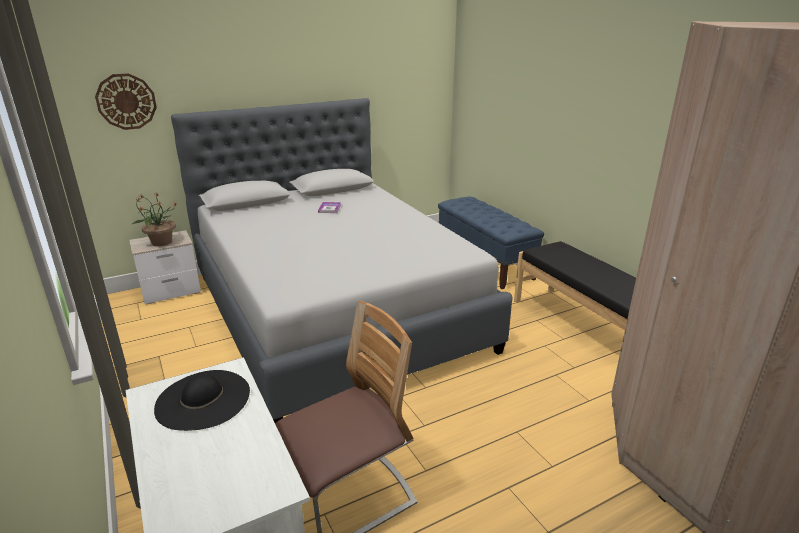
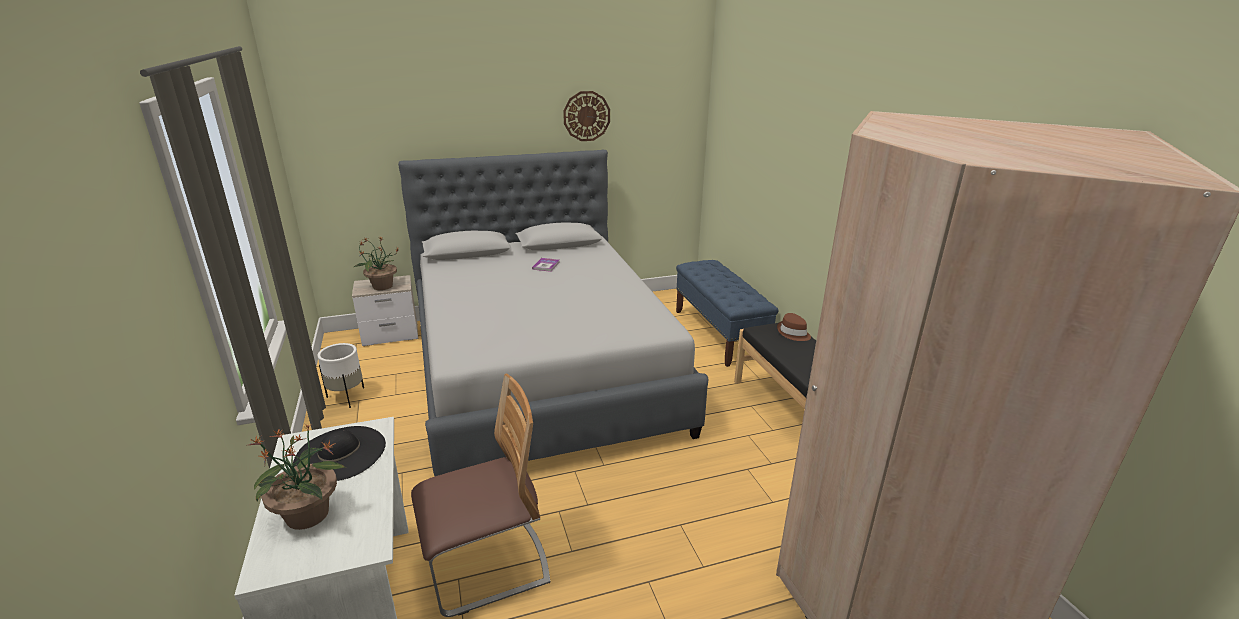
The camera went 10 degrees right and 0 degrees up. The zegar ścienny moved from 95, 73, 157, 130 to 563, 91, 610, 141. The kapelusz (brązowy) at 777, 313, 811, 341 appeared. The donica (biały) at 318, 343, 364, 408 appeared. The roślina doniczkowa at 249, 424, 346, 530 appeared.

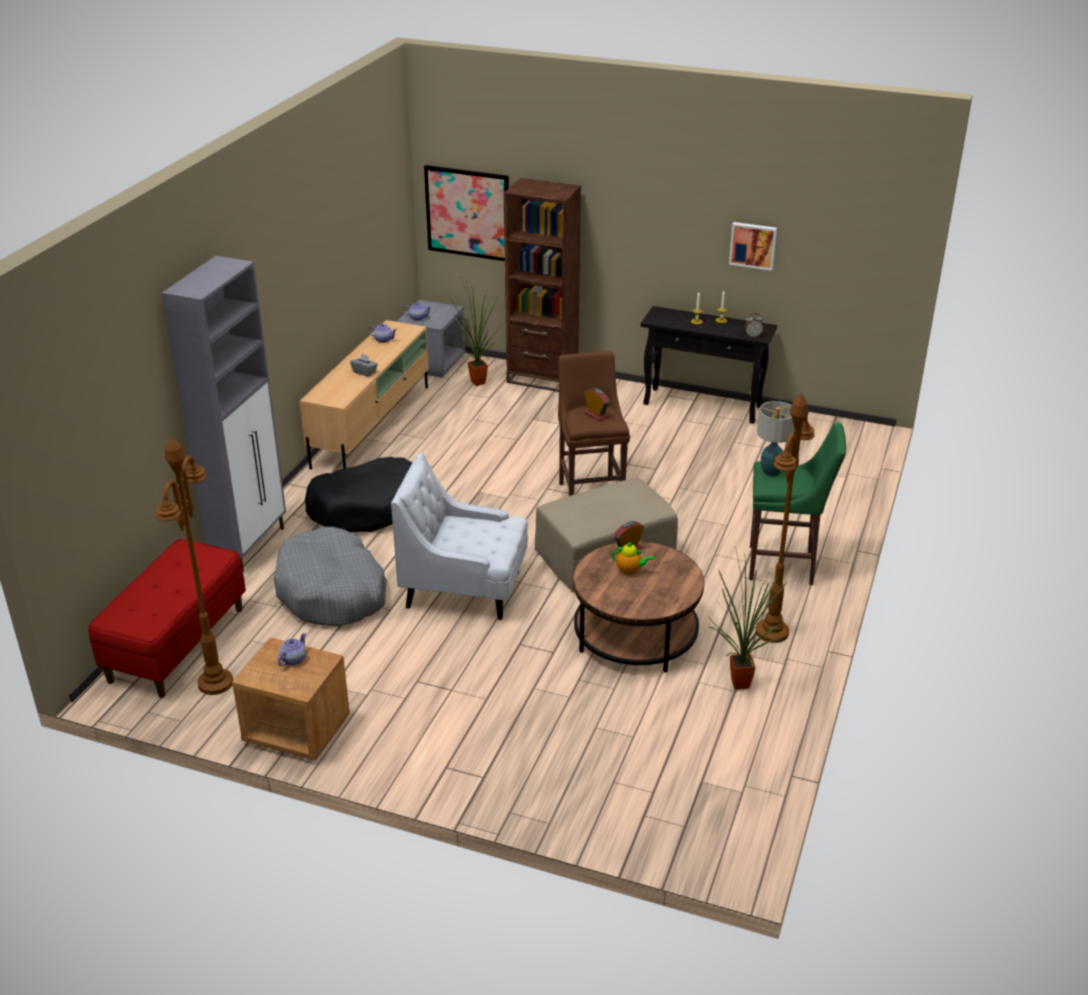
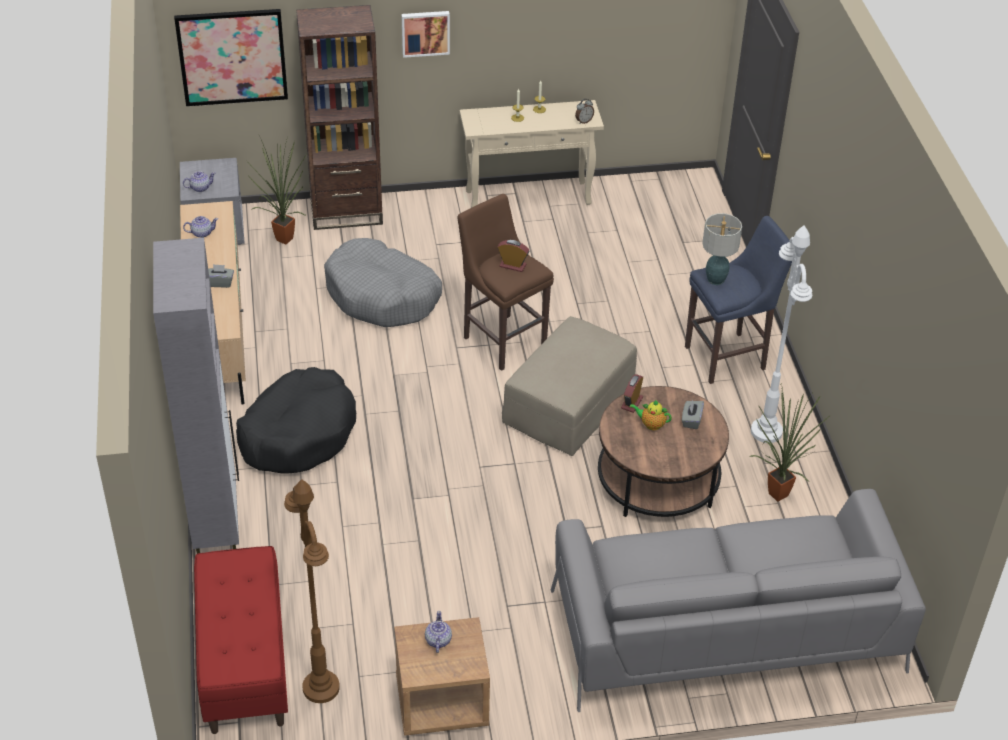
The camera went 30 degrees left and 10 degrees up. The obraz moved from 729, 222, 777, 271 to 401, 11, 450, 58. The stolik konsolowy (czarny) at 640, 306, 777, 424 became the stolik konsolowy (beżowy) at 460, 100, 604, 208. The lampa stojąca (brązowy) at 756, 393, 815, 643 became the lampa stojąca (biały) at 751, 225, 812, 443. The stołek (zielony) at 749, 423, 846, 585 became the stołek (niebieski) at 685, 216, 792, 384. The fotel (biały) at 391, 453, 528, 620 disappeared. The legowisko (szary) moved from 274, 527, 387, 626 to 324, 238, 442, 327. The imbryk at 612, 542, 655, 575 turned 150 degrees counterclockwise. The pudełko chusteczek (szary) at 682, 400, 704, 429 appeared. The kanapa (szary) at 551, 489, 926, 712 appeared.

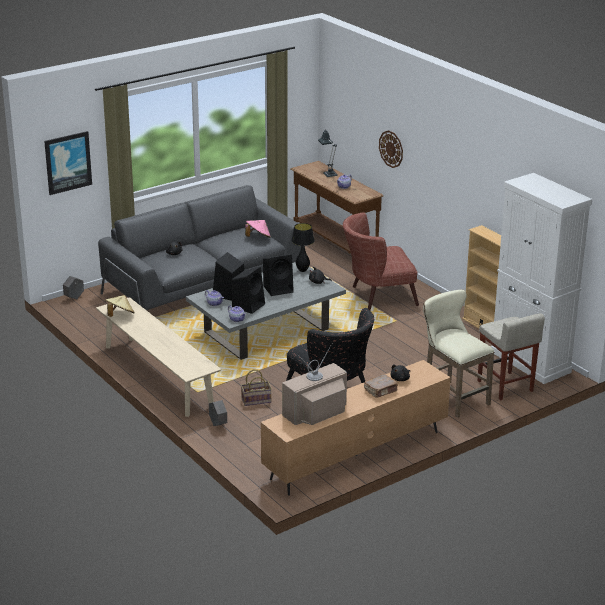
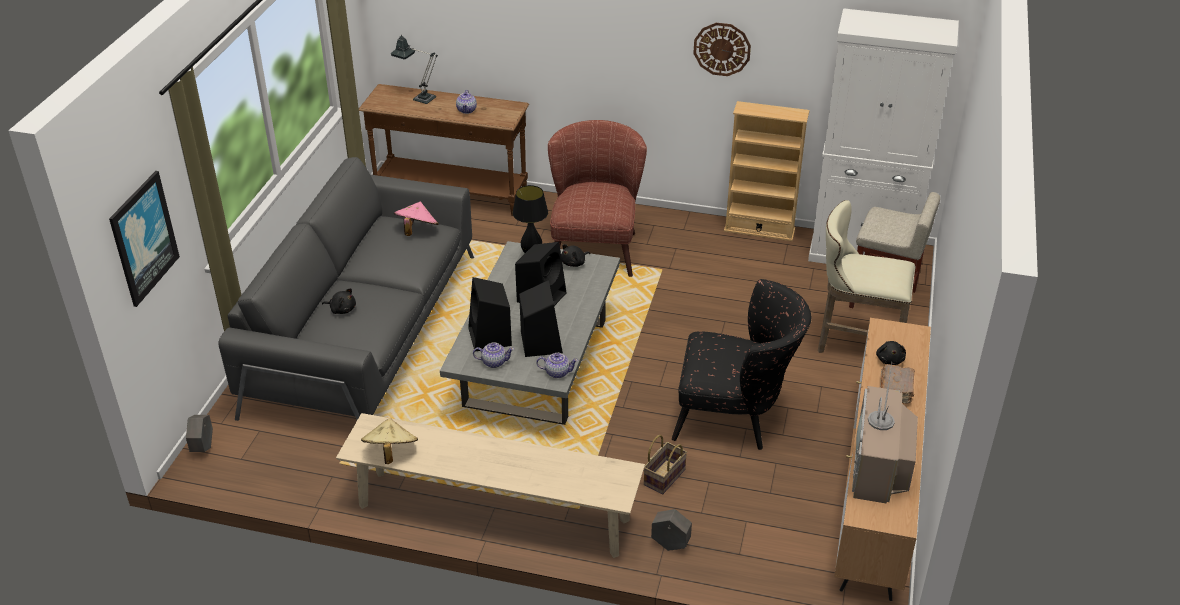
The camera went 40 degrees left and 10 degrees up. The zegar ścienny moved from 379, 130, 403, 168 to 693, 23, 751, 76. The fotel (brązowy) at 343, 212, 419, 310 turned 150 degrees clockwise.

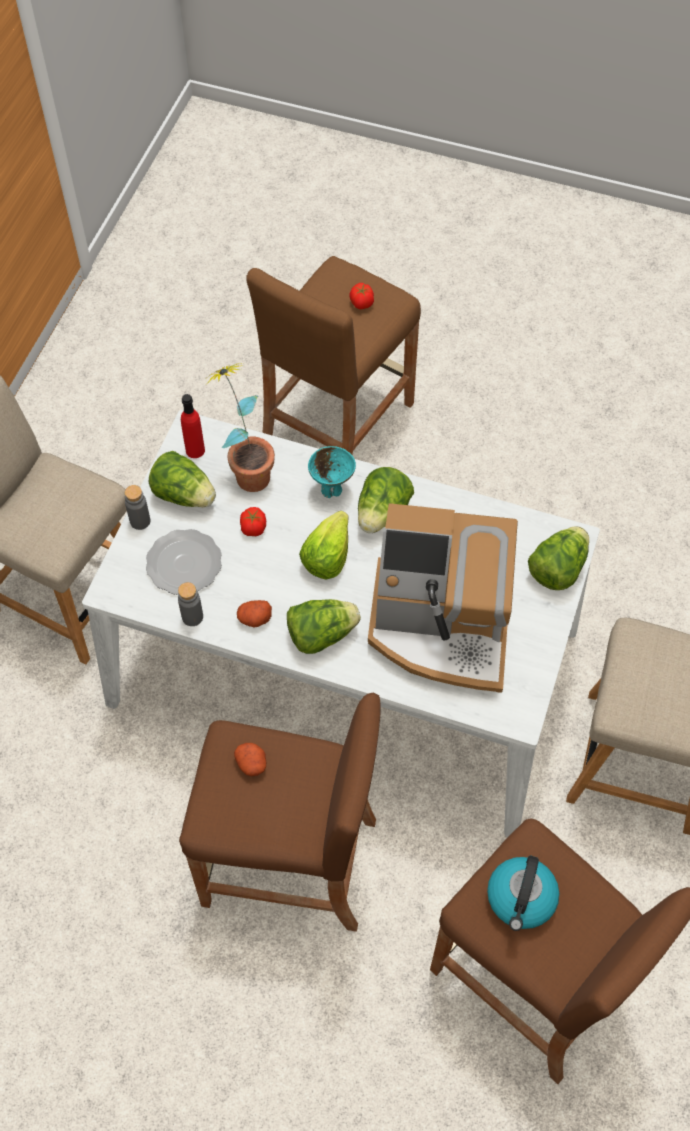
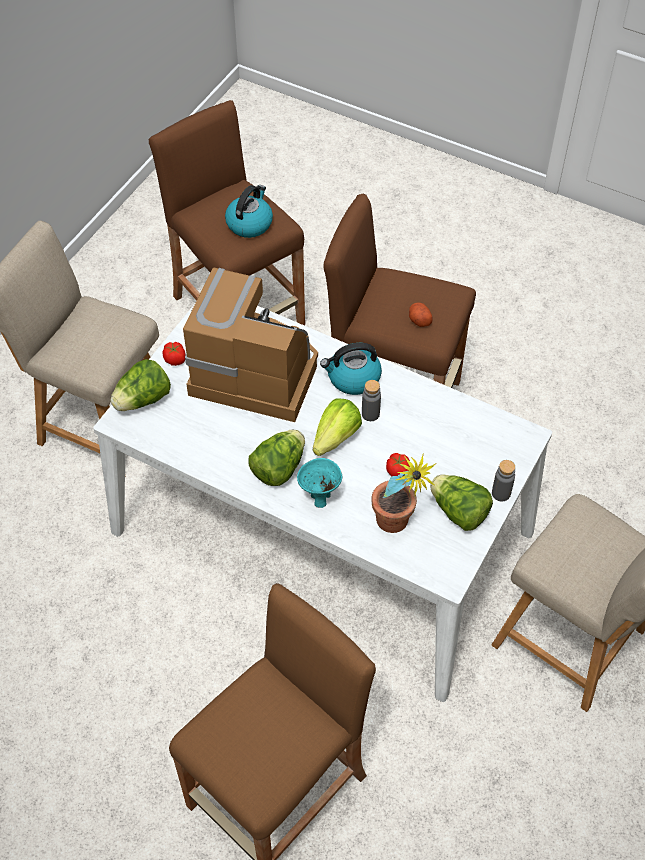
The camera went 170 degrees left and 5 degrees down. The pomidor moved from 349, 283, 374, 309 to 162, 342, 186, 366. The butelka (czerwony) at 181, 394, 205, 458 disappeared. The talerz at 146, 529, 222, 595 disappeared. The butelka (szary) moved from 178, 582, 203, 626 to 362, 380, 381, 421. The sałata at 287, 599, 361, 654 was replaced by the czajnik at 320, 343, 382, 395. The ziemniak at 237, 600, 272, 627 disappeared.

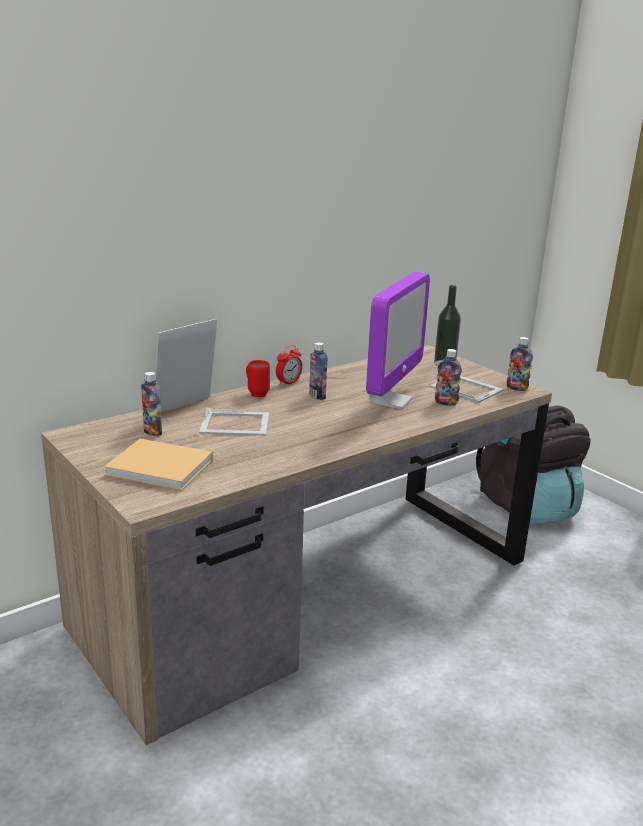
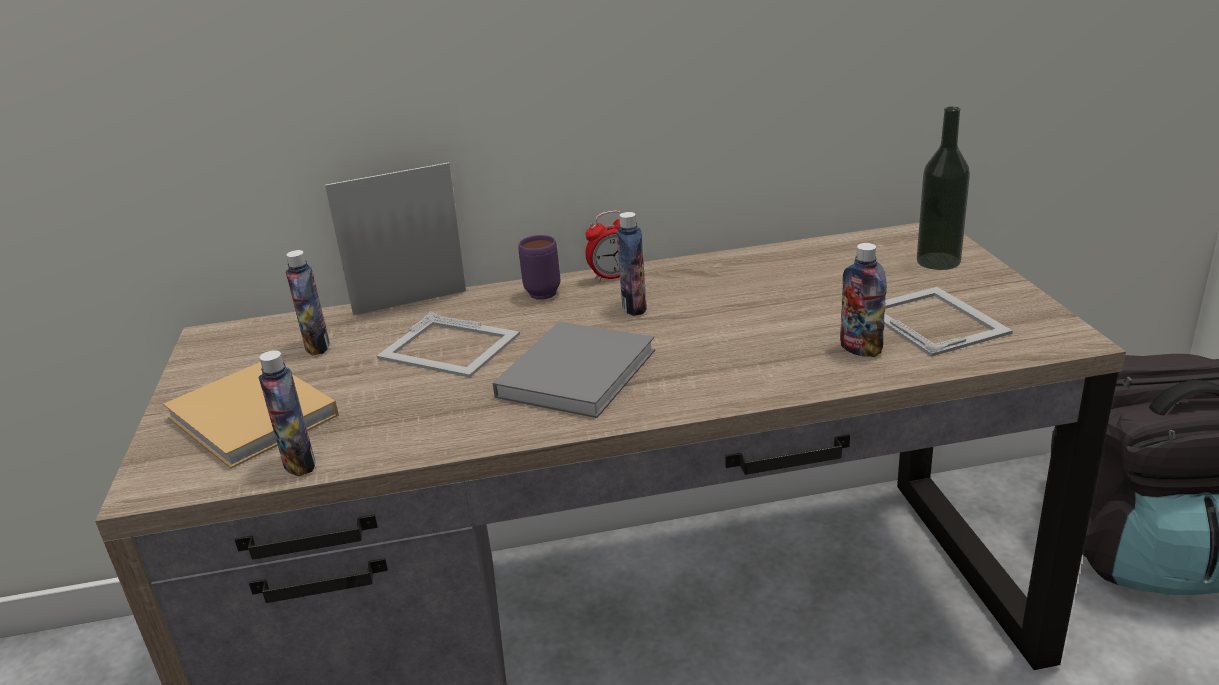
The camera went 30 degrees right and 5 degrees up. The monitor at 366, 272, 430, 409 disappeared. The butelka moved from 507, 337, 533, 391 to 259, 350, 315, 476. The kubek (czerwony) at 246, 360, 270, 397 became the kubek (fioletowy) at 518, 235, 560, 300. The książka (szary) at 492, 322, 655, 418 appeared.

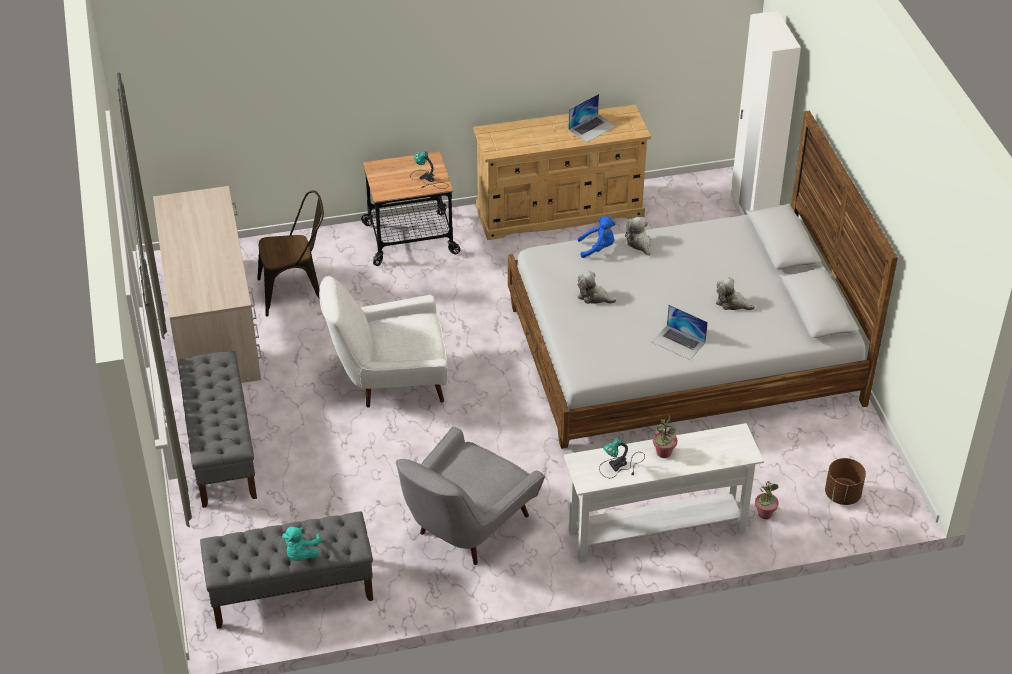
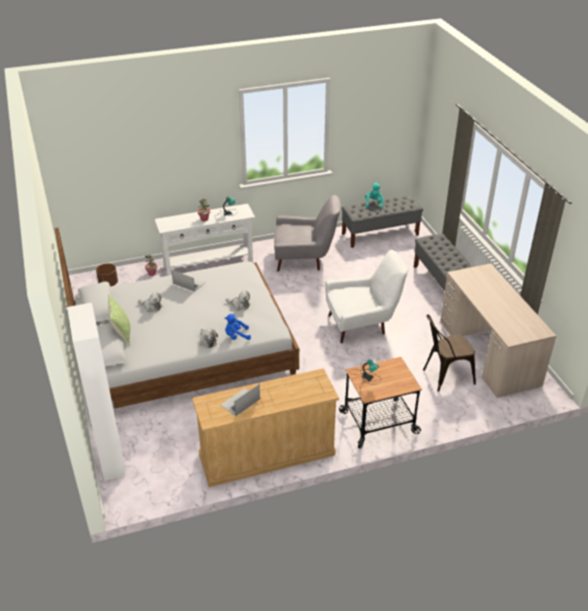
The camera went 175 degrees right and 5 degrees down. The fotel (szary) at 396, 427, 545, 565 turned 60 degrees clockwise. The poduszka at 108, 294, 130, 346 appeared.

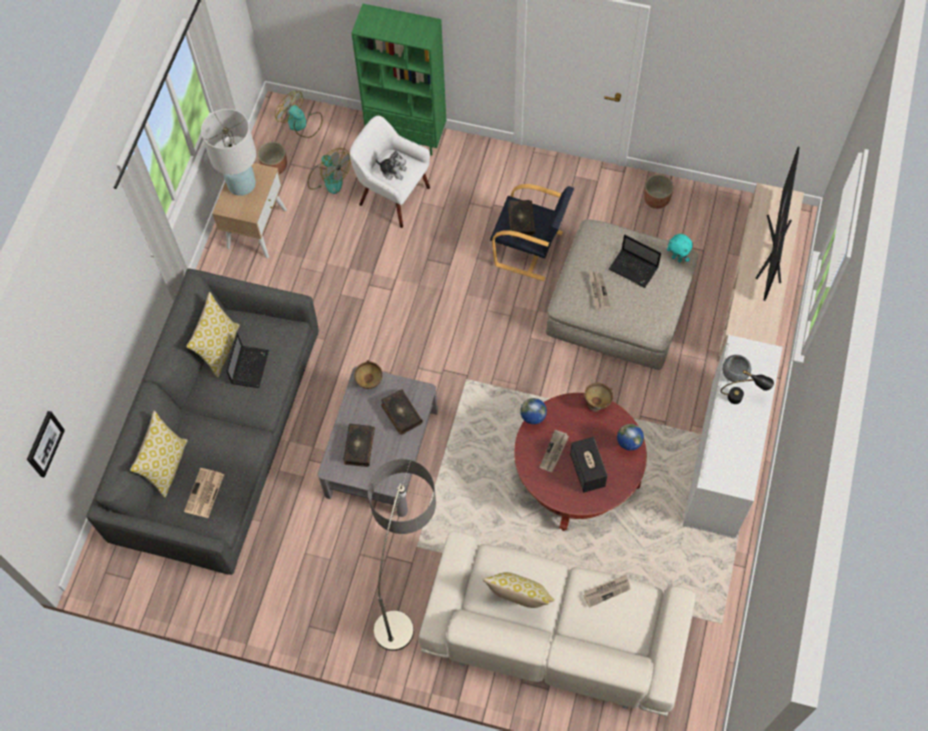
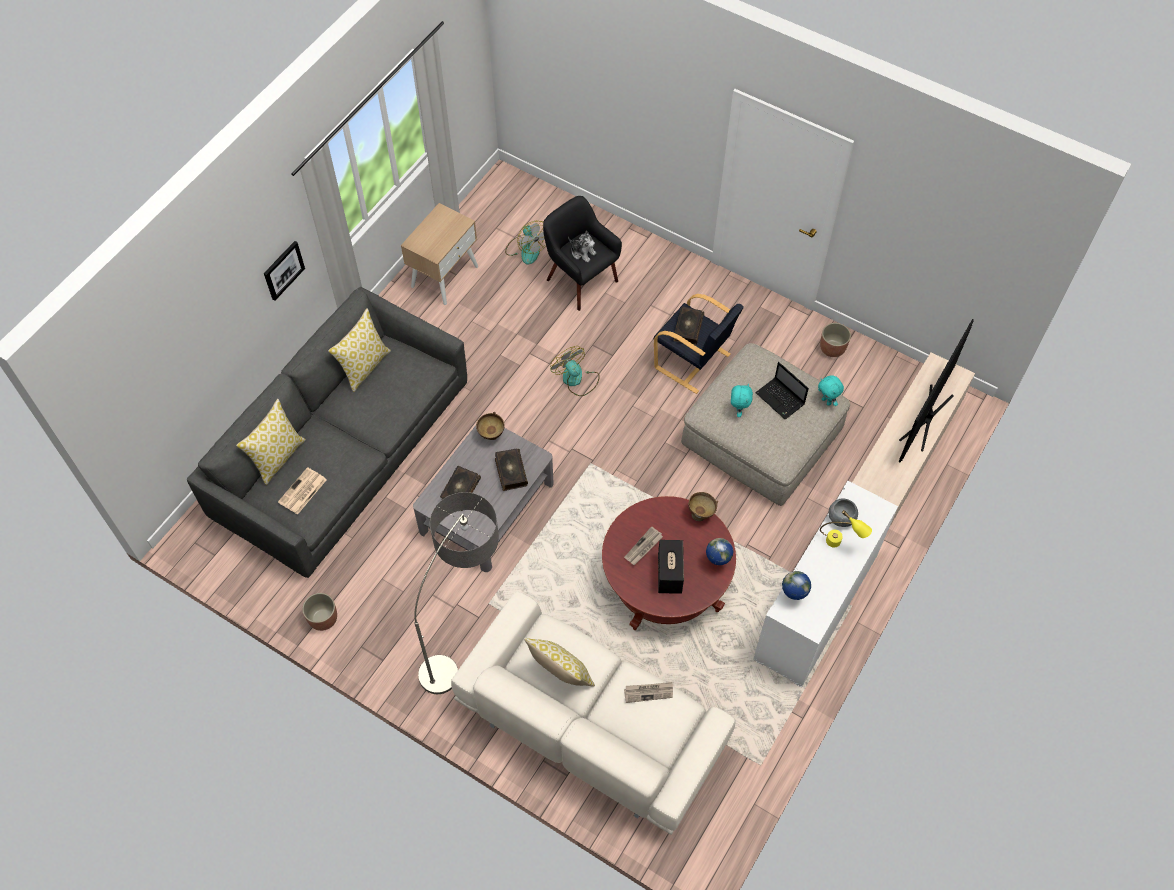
The camera went 15 degrees right and 5 degrees down. The regał (zielony) at 351, 4, 446, 156 disappeared. The wentylator moved from 275, 91, 322, 138 to 550, 346, 600, 396. The lampa stołowa (biały) at 201, 109, 256, 196 disappeared. The fotel (biały) at 350, 116, 430, 228 became the fotel (czarny) at 543, 196, 622, 311. The donica moved from 258, 142, 287, 174 to 302, 593, 337, 631. The gazeta at 589, 271, 611, 310 was replaced by the pluszak (turkusowy) at 731, 383, 753, 417. The laptop at 226, 333, 269, 388 disappeared. The lampa stołowa (czarny) at 720, 370, 774, 404 became the lampa stołowa (żółty) at 820, 510, 872, 547. The globus moved from 520, 398, 547, 424 to 782, 571, 811, 600. The obraz moved from 27, 411, 65, 478 to 264, 241, 305, 301.

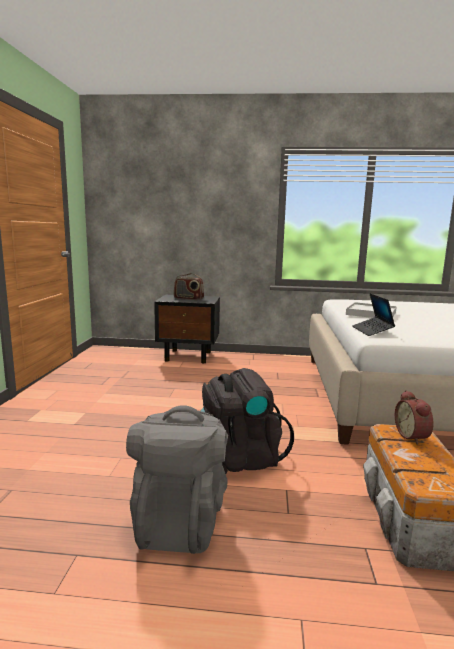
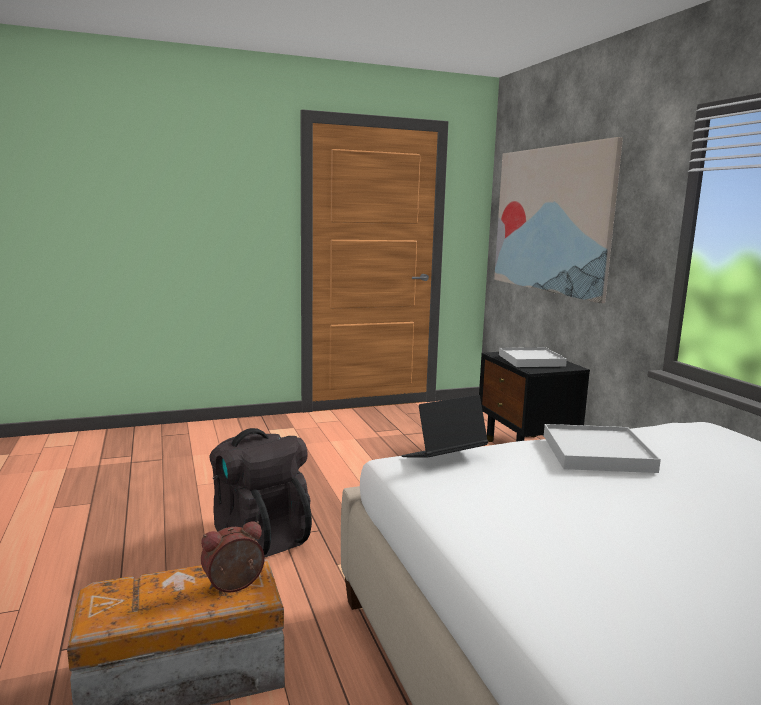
The camera went 65 degrees right and 0 degrees up. The radio at 174, 273, 204, 300 was replaced by the taca (biały) at 499, 347, 567, 367. The plecak (szary) at 126, 405, 228, 554 disappeared. The obraz at 494, 137, 623, 303 appeared.

